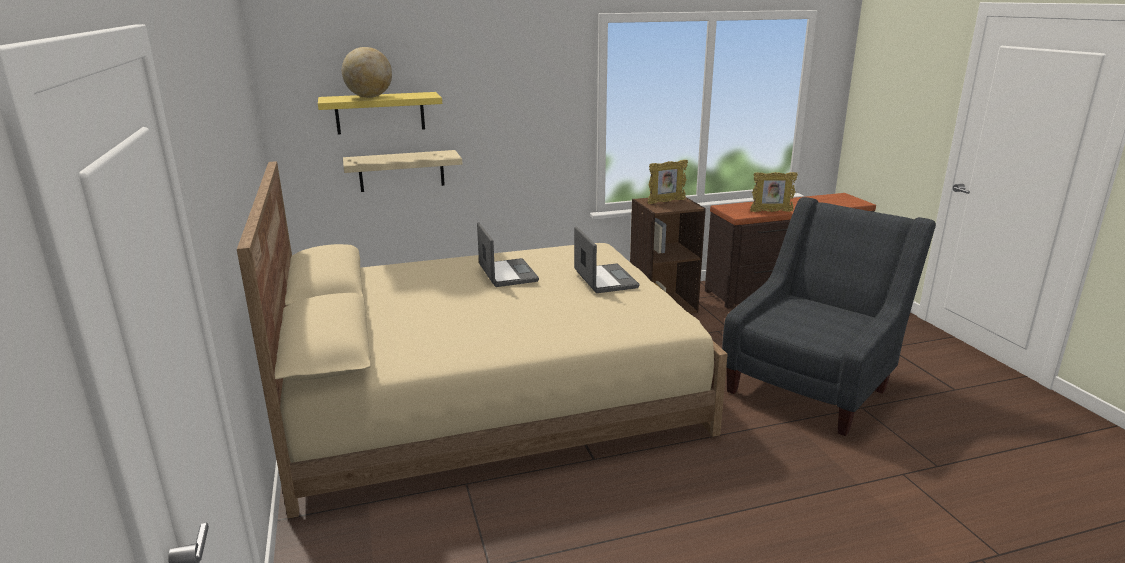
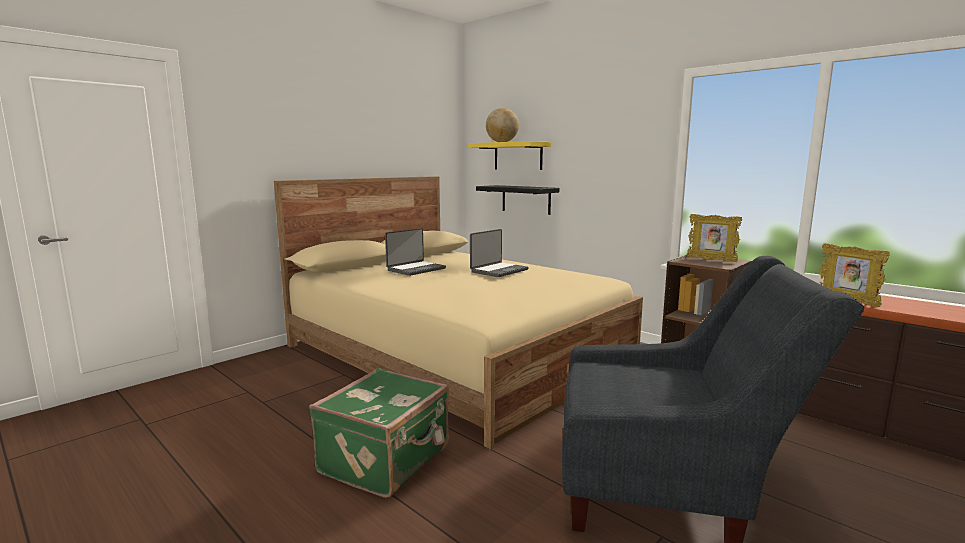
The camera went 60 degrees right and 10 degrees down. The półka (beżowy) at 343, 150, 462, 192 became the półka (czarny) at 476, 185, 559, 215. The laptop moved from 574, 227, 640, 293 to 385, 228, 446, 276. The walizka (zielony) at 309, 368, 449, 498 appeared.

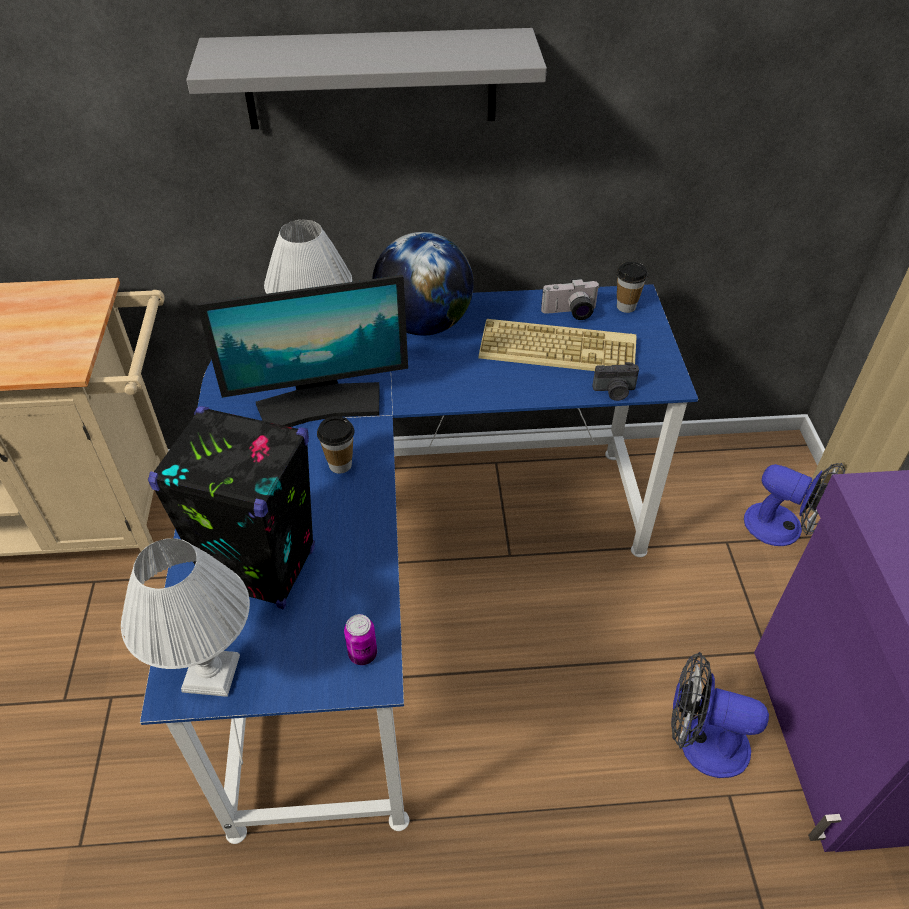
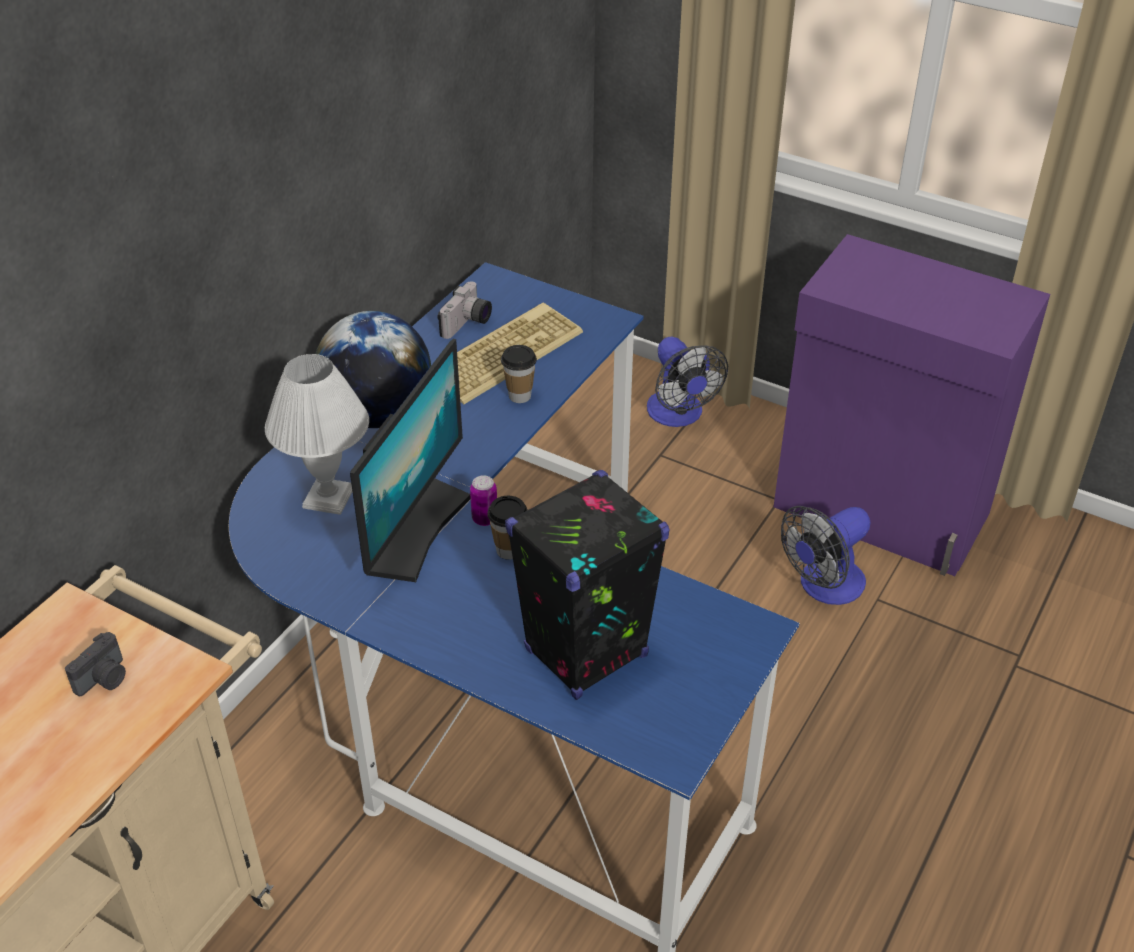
The camera went 55 degrees left and 5 degrees down. The półka (szary) at 186, 28, 547, 129 disappeared. The filiżanka moved from 617, 262, 648, 313 to 501, 345, 537, 403. The aparat fotograficzny moved from 593, 362, 639, 401 to 65, 632, 126, 696. The wentylator at 744, 463, 846, 546 turned 90 degrees clockwise. The lampa stołowa (biały) at 121, 538, 250, 697 disappeared. The puszka moved from 344, 614, 377, 665 to 470, 475, 497, 526.

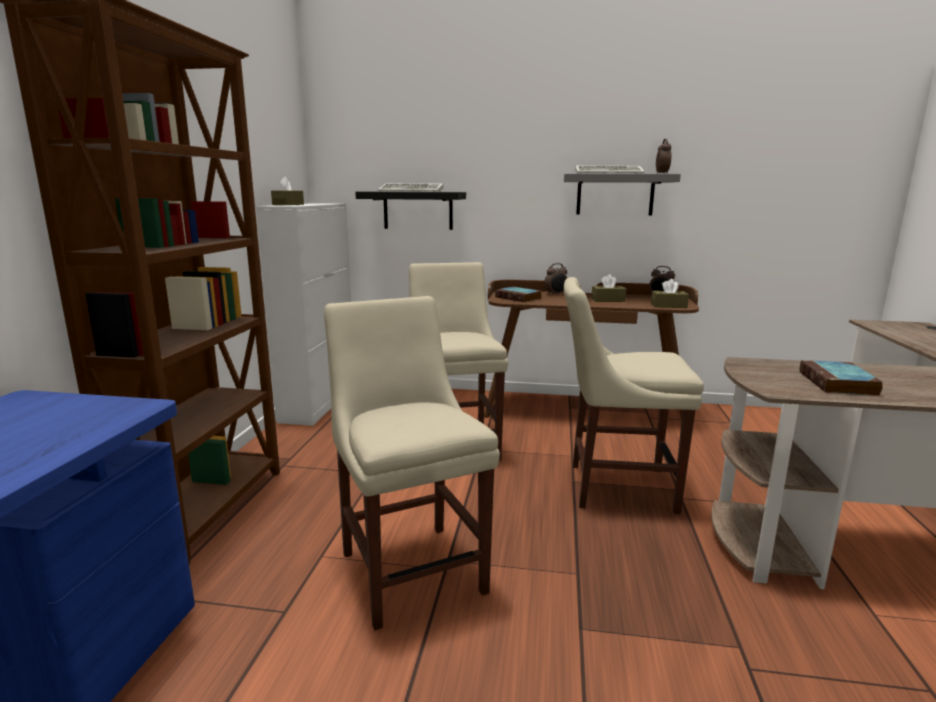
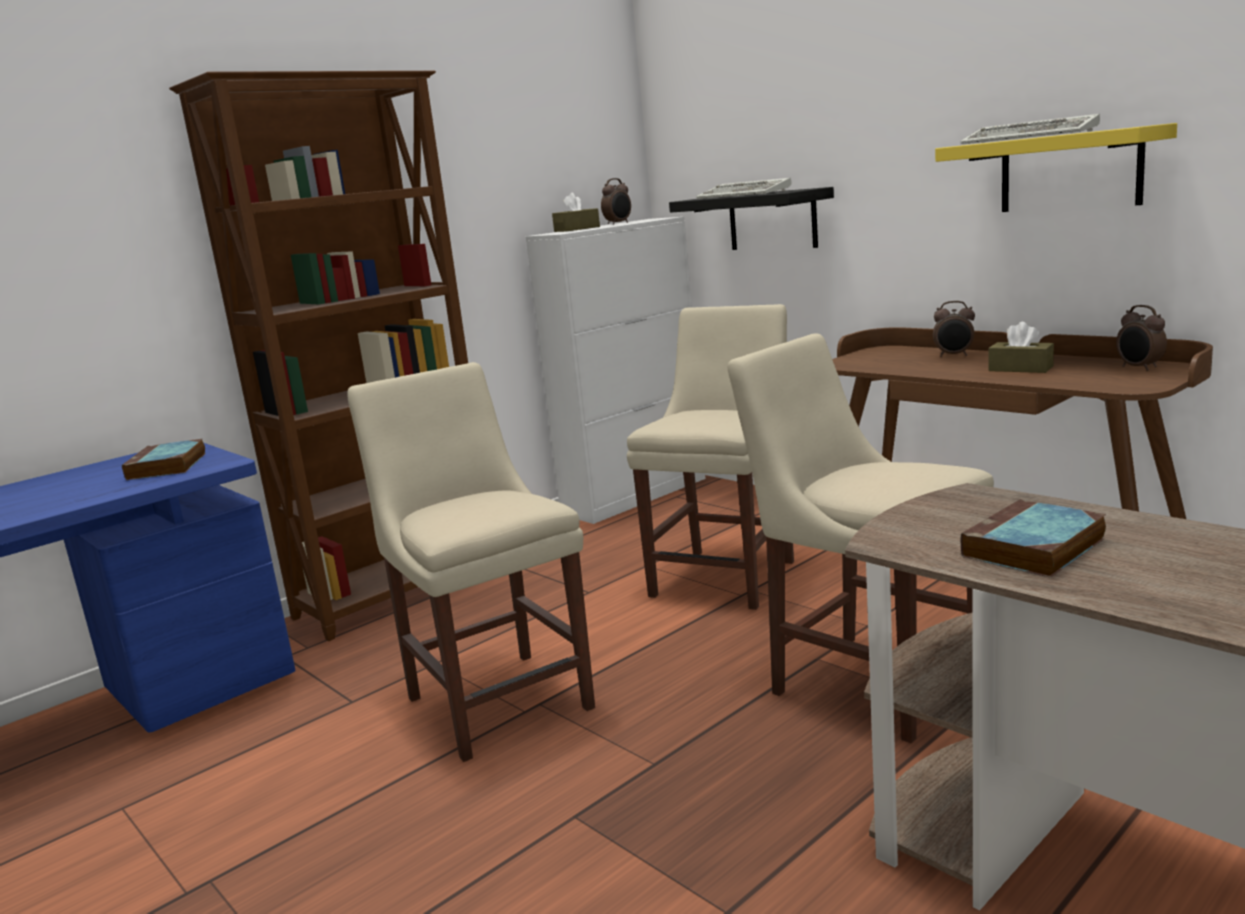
The camera went 40 degrees right and 0 degrees up. The budzik moved from 656, 139, 671, 174 to 601, 178, 631, 224. The półka (szary) at 564, 174, 681, 215 became the półka (żółty) at 935, 123, 1177, 212. The pudełko chusteczek (brązowy) at 651, 279, 689, 308 disappeared. The książka moved from 495, 287, 541, 302 to 122, 439, 206, 480. The krzesło (beżowy) at 324, 296, 500, 630 turned 45 degrees counterclockwise.

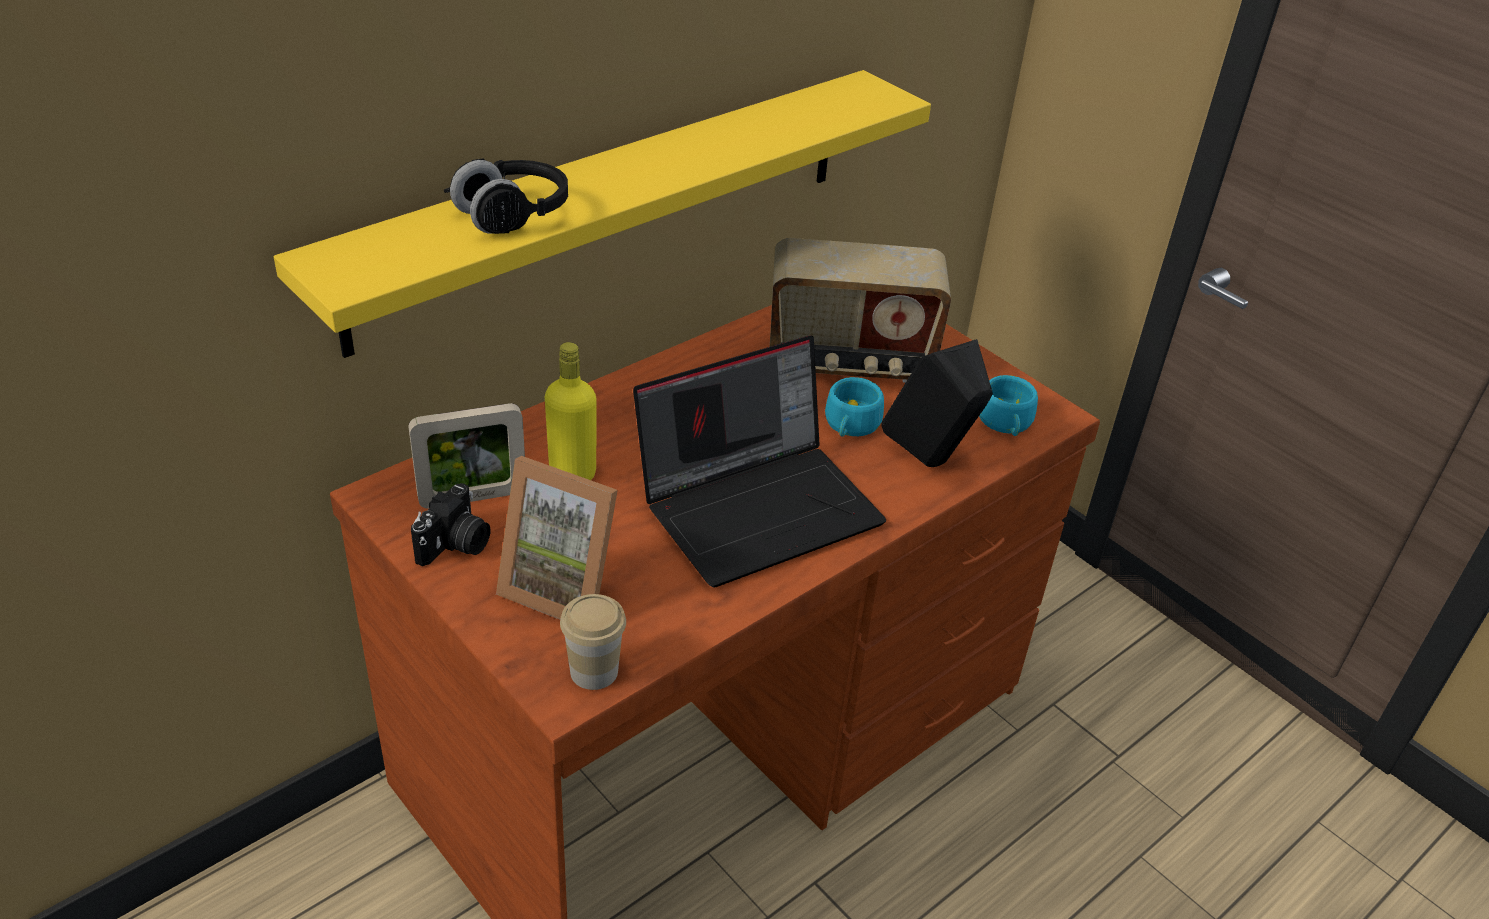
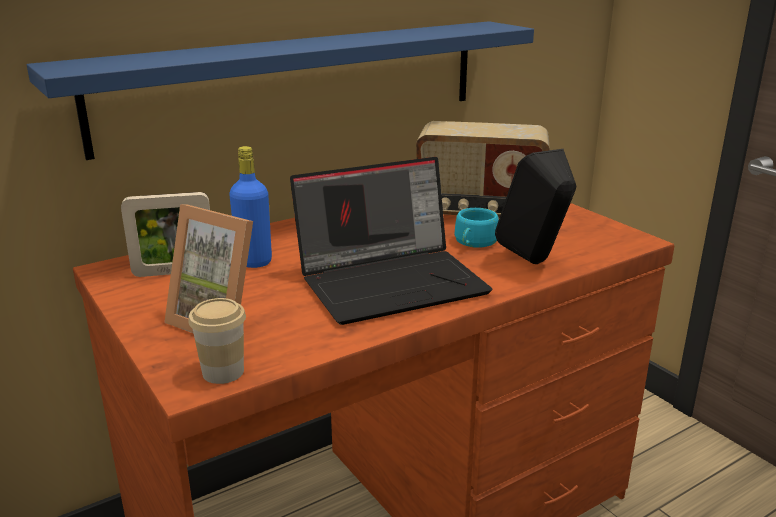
The camera went 10 degrees right and 15 degrees down. The półka (żółty) at 274, 70, 931, 358 became the półka (niebieski) at 27, 21, 534, 160. The słuchawki (czarny) at 444, 158, 568, 234 disappeared. The butelka (żółty) at 545, 342, 597, 480 became the butelka (niebieski) at 229, 146, 272, 268. The filiżanka (turkusowy) at 979, 375, 1038, 436 disappeared. The aparat fotograficzny at 411, 483, 490, 566 disappeared.

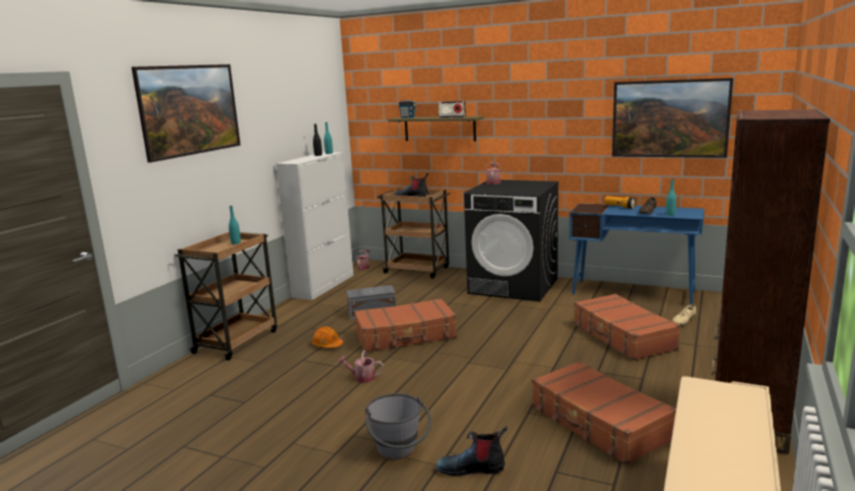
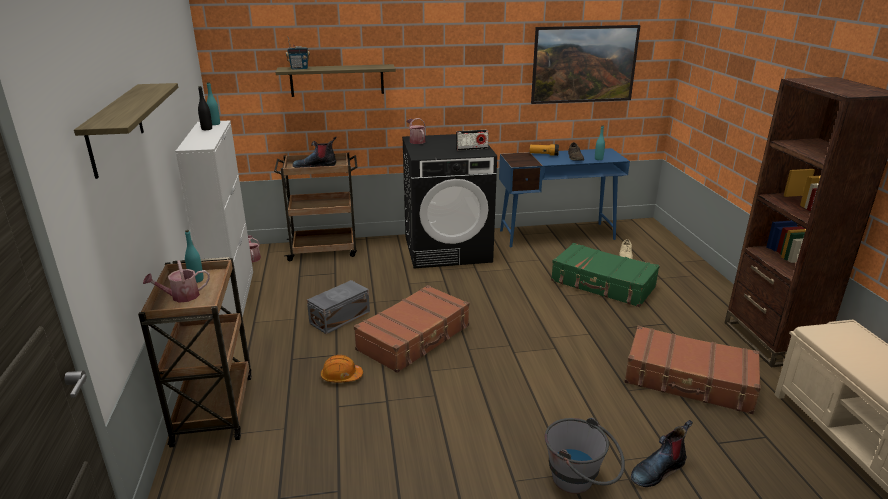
The camera went 35 degrees left and 10 degrees up. The obraz at 131, 64, 241, 163 was replaced by the półka at 74, 83, 178, 179. The radio moved from 438, 101, 466, 118 to 456, 129, 489, 151. The walizka (brązowy) at 574, 293, 680, 360 became the walizka (zielony) at 551, 243, 660, 307. The konewka moved from 338, 350, 384, 383 to 143, 260, 210, 303.

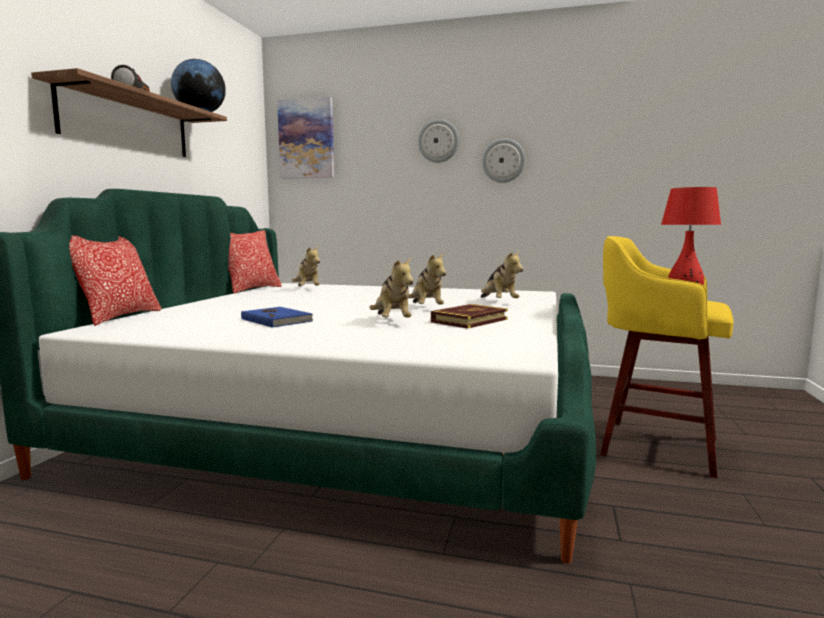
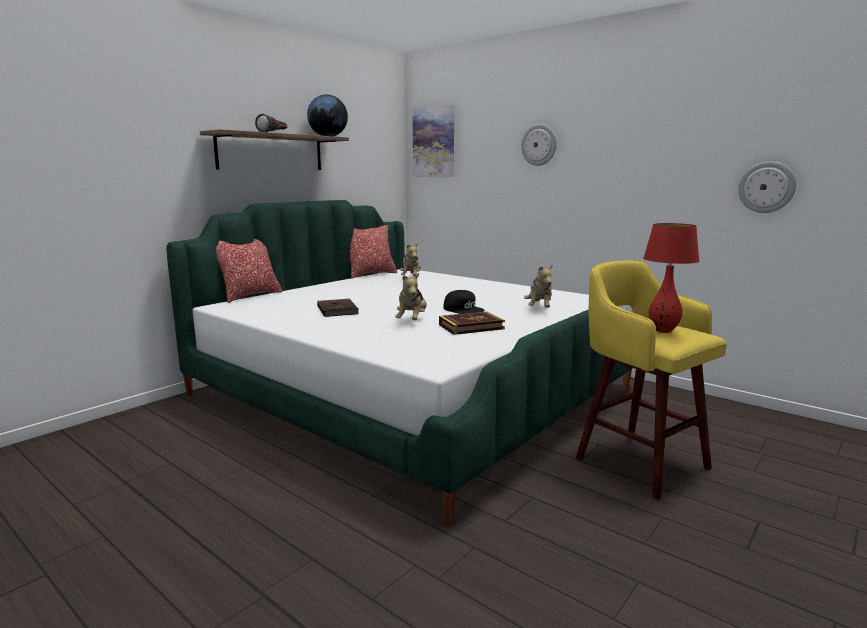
The camera went 25 degrees right and 5 degrees up. The zegar ścienny moved from 482, 138, 525, 183 to 738, 161, 796, 213. The pluszak at 408, 252, 446, 304 was replaced by the czapka z daszkiem (czarny) at 444, 290, 485, 314. The książka (niebieski) at 241, 307, 313, 328 became the książka (brązowy) at 317, 299, 359, 317.

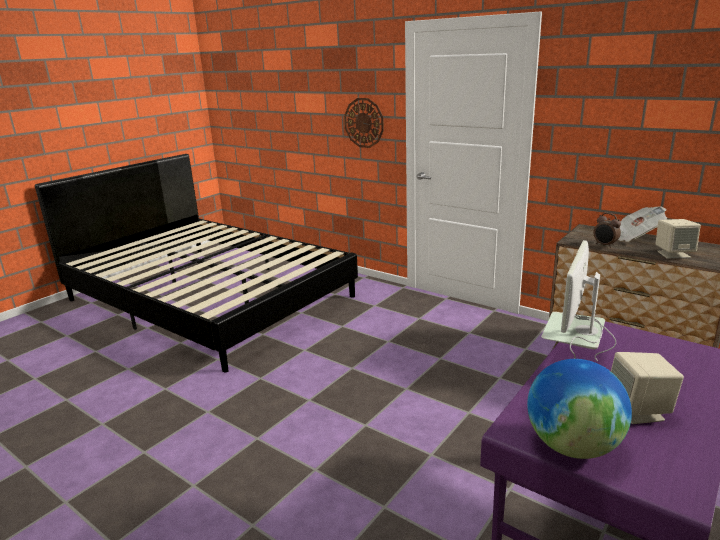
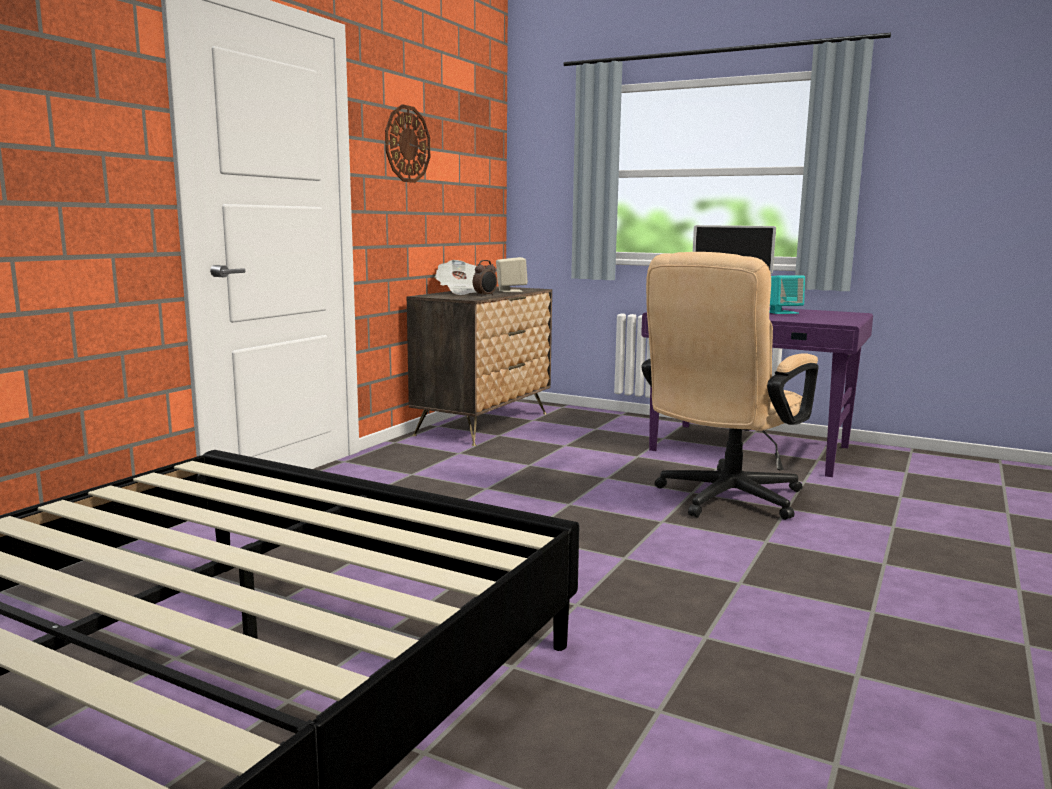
The camera went 100 degrees left and 10 degrees down. The zegar ścienny moved from 344, 98, 384, 148 to 385, 104, 430, 183. The głośnik (beżowy) at 611, 352, 684, 424 became the głośnik (turkusowy) at 769, 275, 805, 314. The globus at 527, 359, 632, 459 disappeared. The krzesło biurowe (beżowy) at 641, 252, 818, 520 appeared.

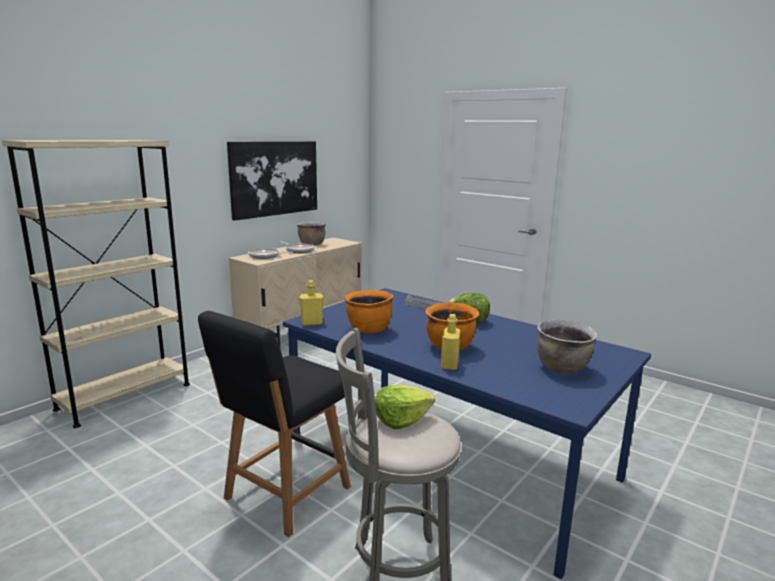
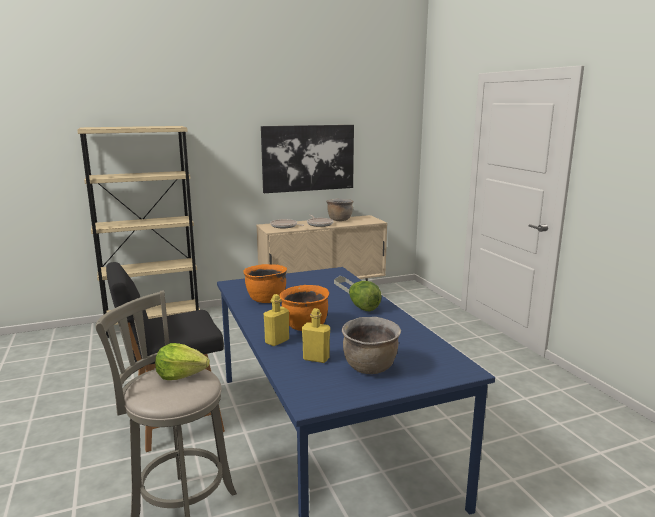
The camera went 30 degrees right and 0 degrees up. The butelka (żółty) moved from 299, 280, 323, 326 to 302, 308, 330, 363.

